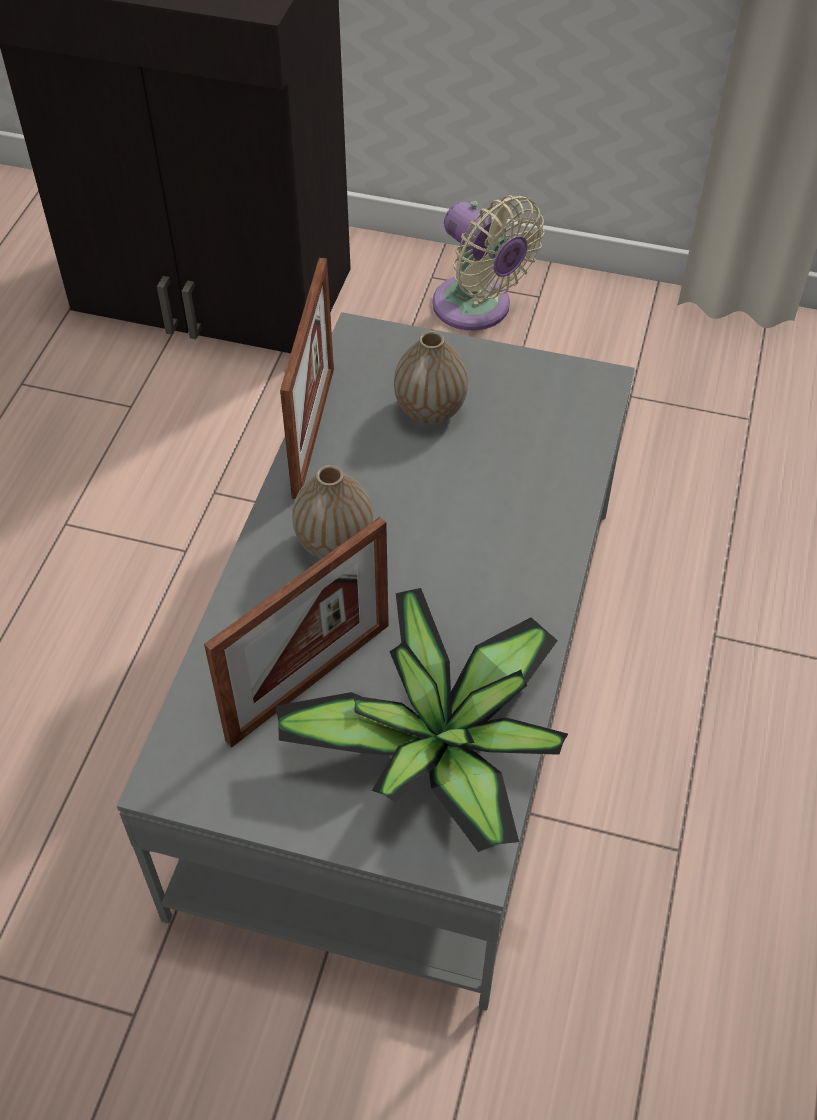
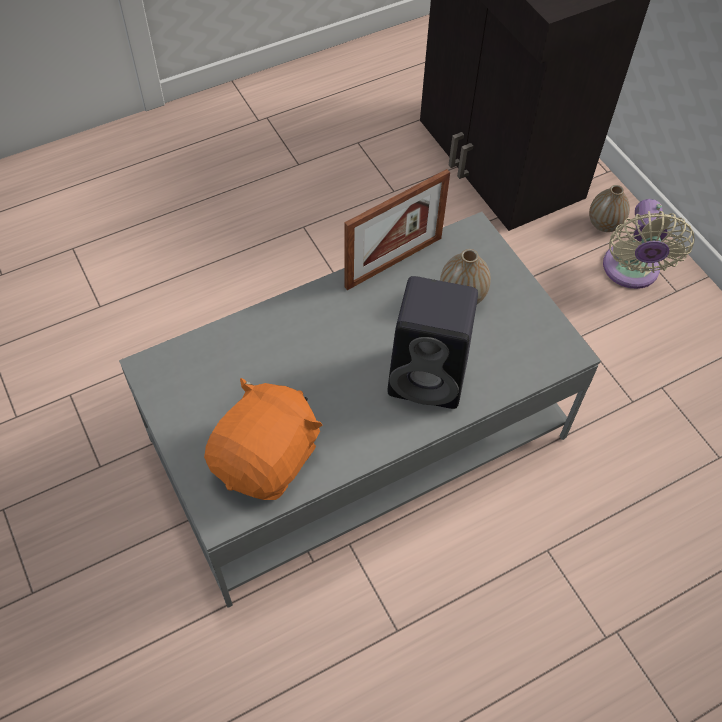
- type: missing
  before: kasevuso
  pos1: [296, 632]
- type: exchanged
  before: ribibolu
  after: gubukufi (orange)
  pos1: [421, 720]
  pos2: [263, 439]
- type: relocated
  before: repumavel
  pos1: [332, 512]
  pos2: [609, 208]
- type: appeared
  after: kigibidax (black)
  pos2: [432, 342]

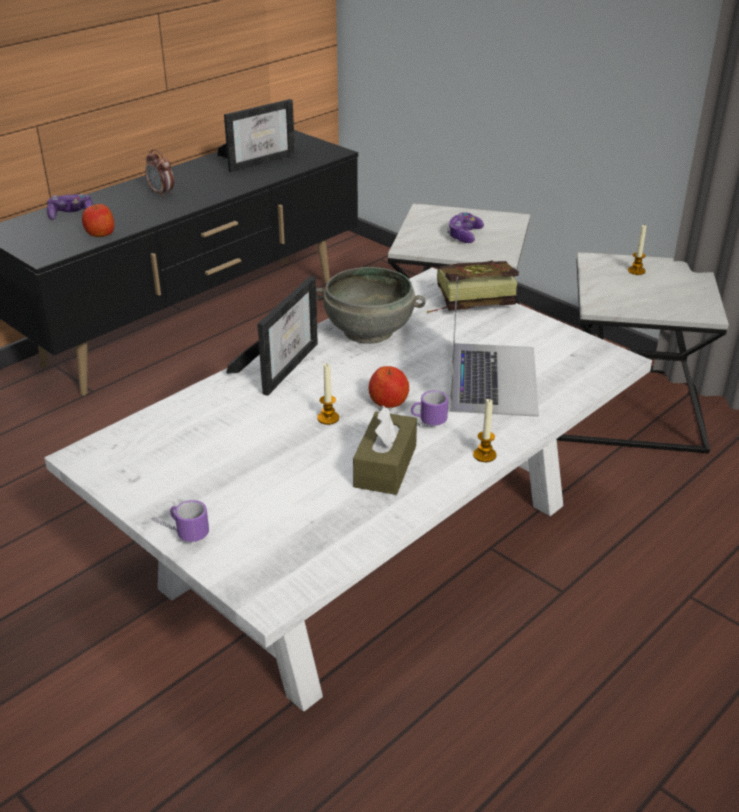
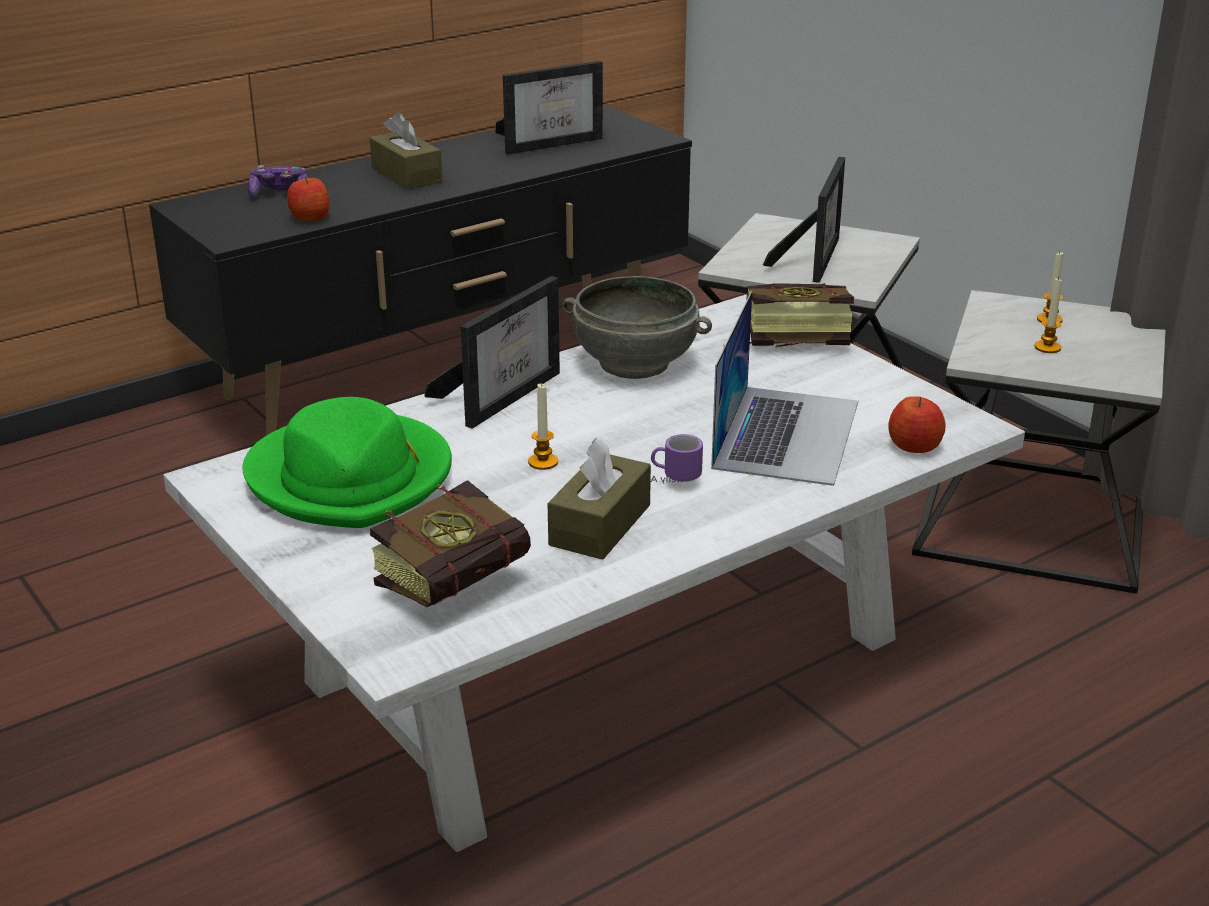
- type: exchanged
  before: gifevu
  after: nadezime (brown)
  pos1: [159, 173]
  pos2: [406, 151]
- type: missing
  before: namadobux
  pos1: [180, 521]
- type: relocated
  before: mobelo
  pos1: [388, 387]
  pos2: [916, 424]
- type: exchanged
  before: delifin
  after: kasevuso
  pos1: [465, 227]
  pos2: [804, 220]
- type: relocated
  before: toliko
  pos1: [484, 430]
  pos2: [1048, 315]
- type: appeared
  after: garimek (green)
  pos2: [347, 462]
- type: appeared
  after: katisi
  pos2: [450, 543]

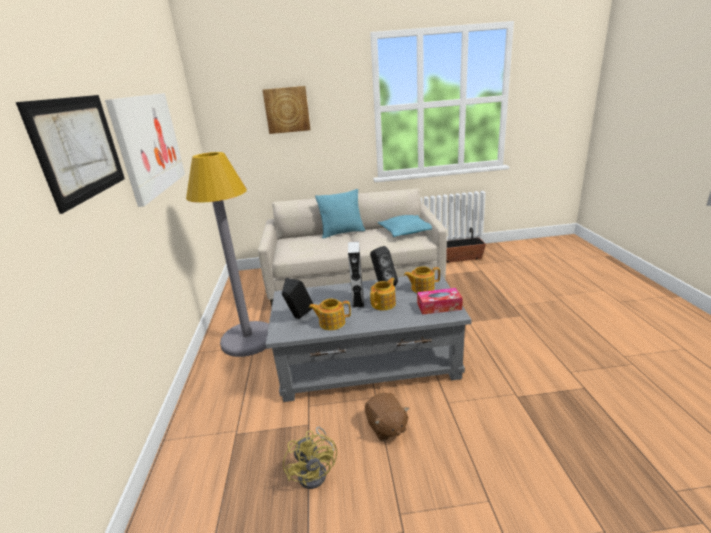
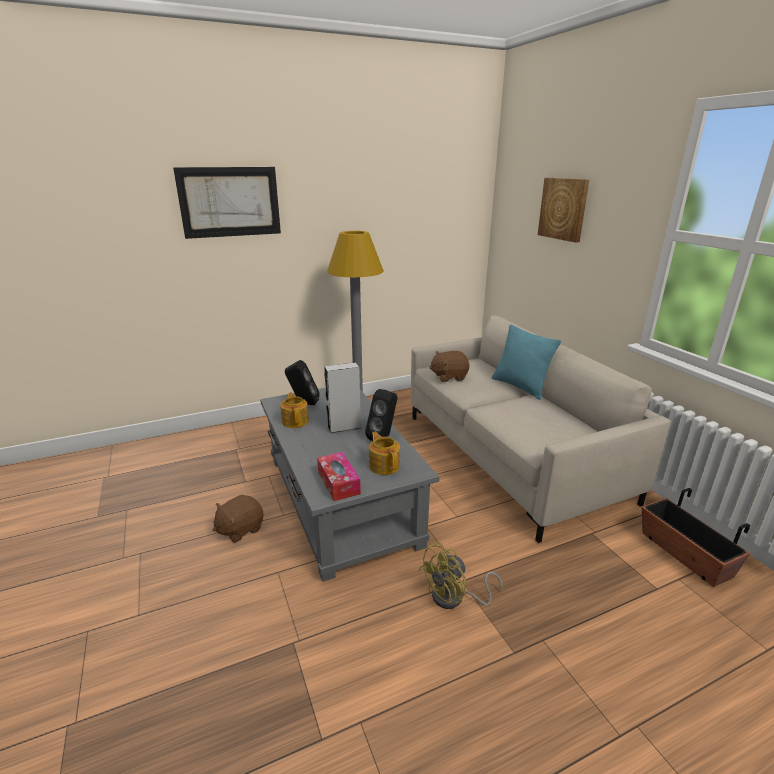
- type: missing
  before: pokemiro
  pos1: [145, 150]
- type: relocated
  before: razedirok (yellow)
  pos1: [310, 458]
  pos2: [461, 575]
- type: missing
  before: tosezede
  pos1: [383, 294]
- type: missing
  before: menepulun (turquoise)
  pos1: [405, 226]
- type: appeared
  after: gubukufi (brown)
  pos2: [449, 366]

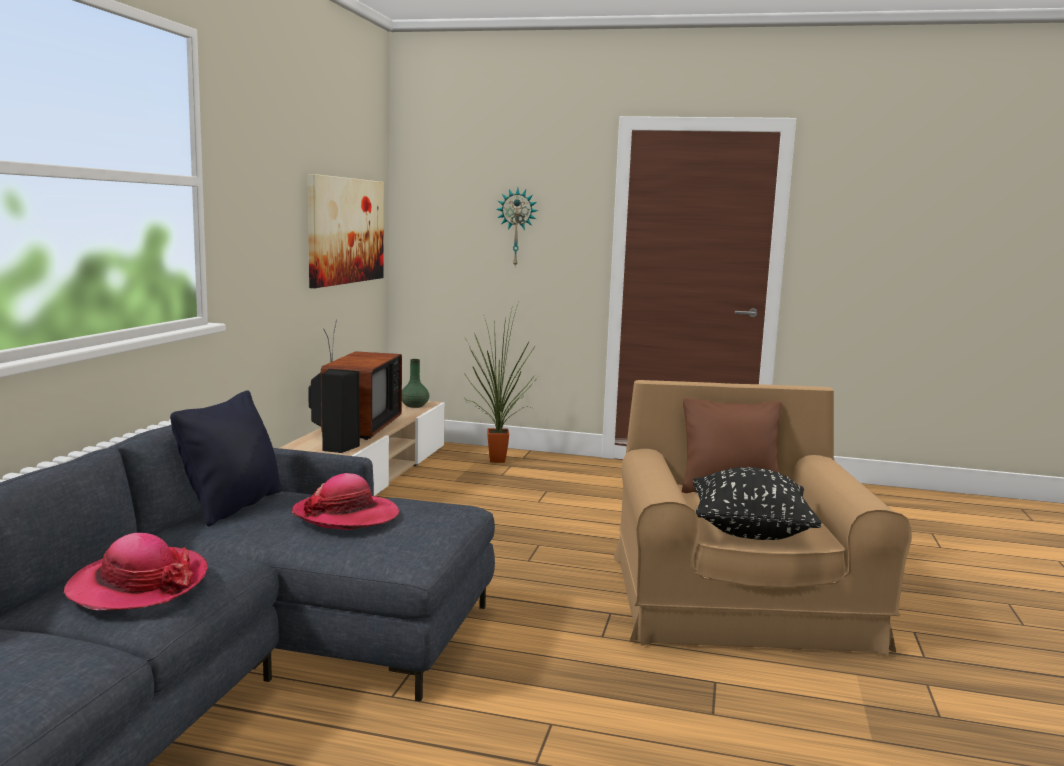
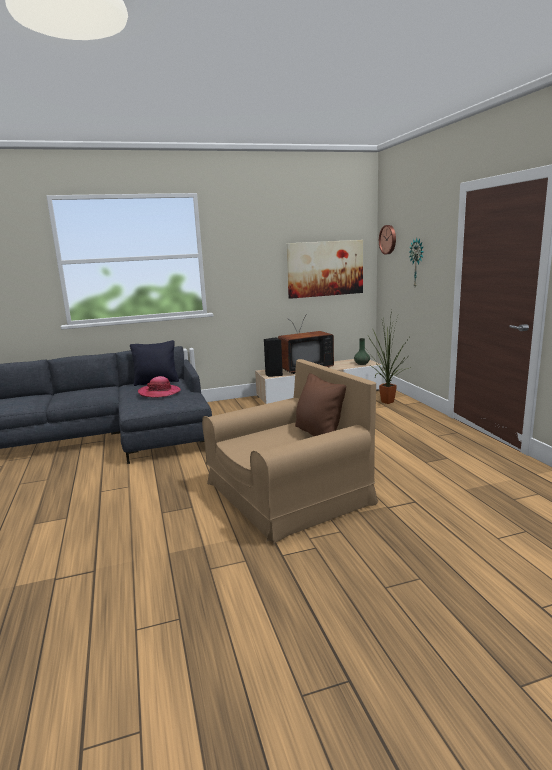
- type: missing
  before: garimek
  pos1: [136, 571]
- type: missing
  before: menepulun (black)
  pos1: [757, 503]
- type: appeared
  after: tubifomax
  pos2: [387, 239]

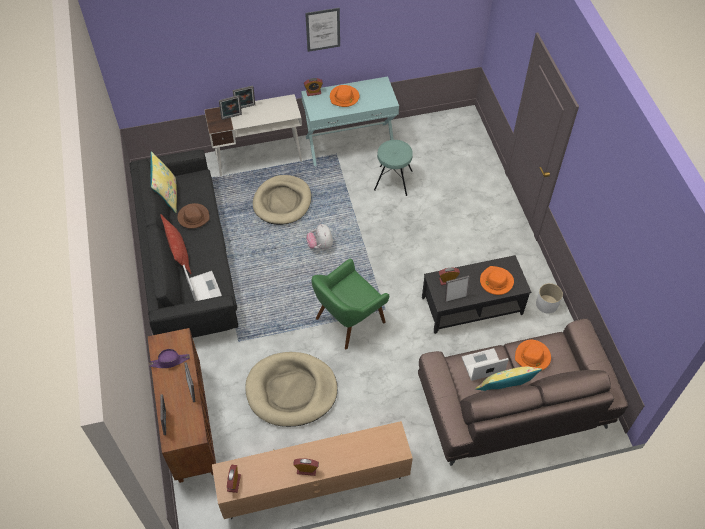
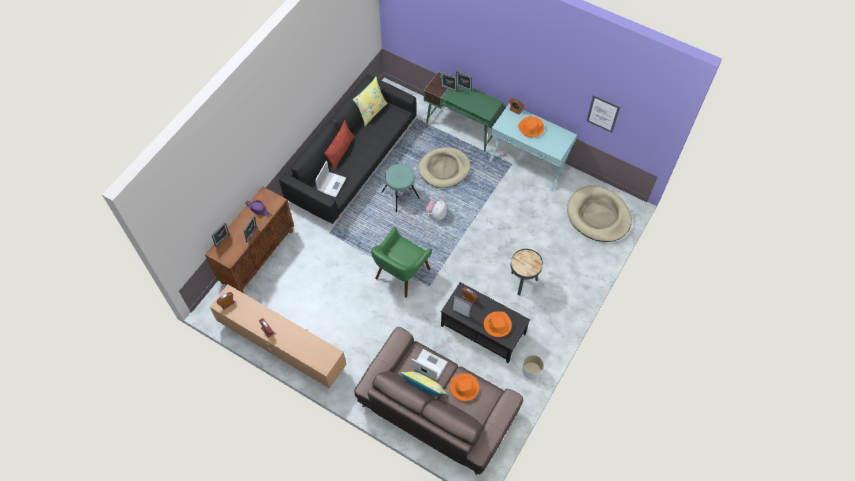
- type: missing
  before: garimek (brown)
  pos1: [193, 216]
- type: colour
  before: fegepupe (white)
  after: fegepupe (green)
  pos1: [253, 135]
  pos2: [464, 112]
- type: relocated
  before: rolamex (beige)
  pos1: [291, 389]
  pos2: [599, 214]
- type: relocated
  before: pokemiro
  pos1: [322, 30]
  pos2: [603, 114]
- type: spun
  before: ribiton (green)
  pos1: [350, 304]
  pos2: [401, 262]
  turn: -60
- type: relocated
  before: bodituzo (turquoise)
  pos1: [393, 168]
  pos2: [400, 188]
- type: appeared
  after: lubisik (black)
  pos2: [527, 272]

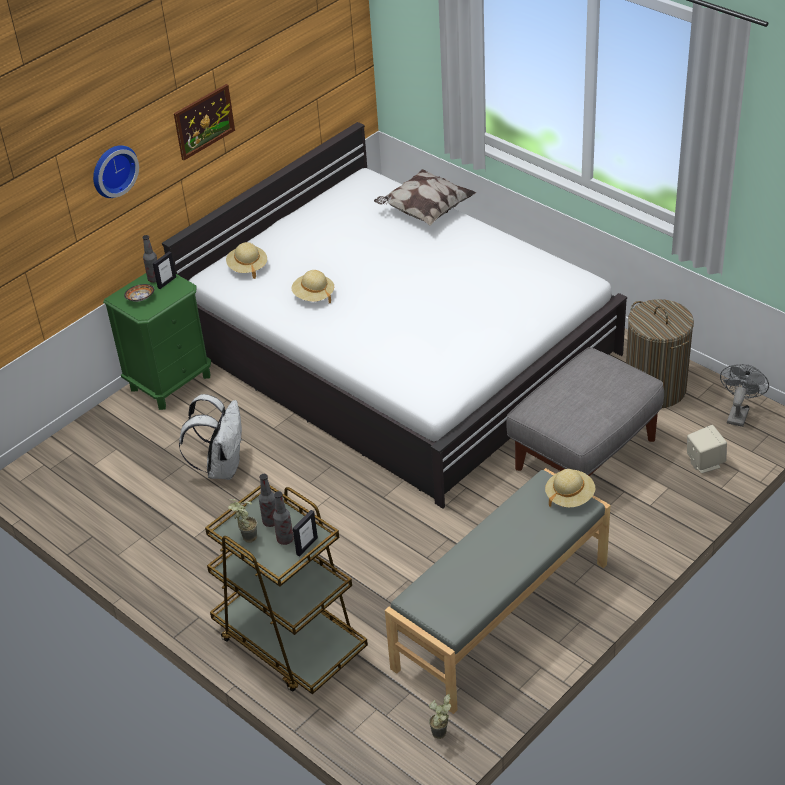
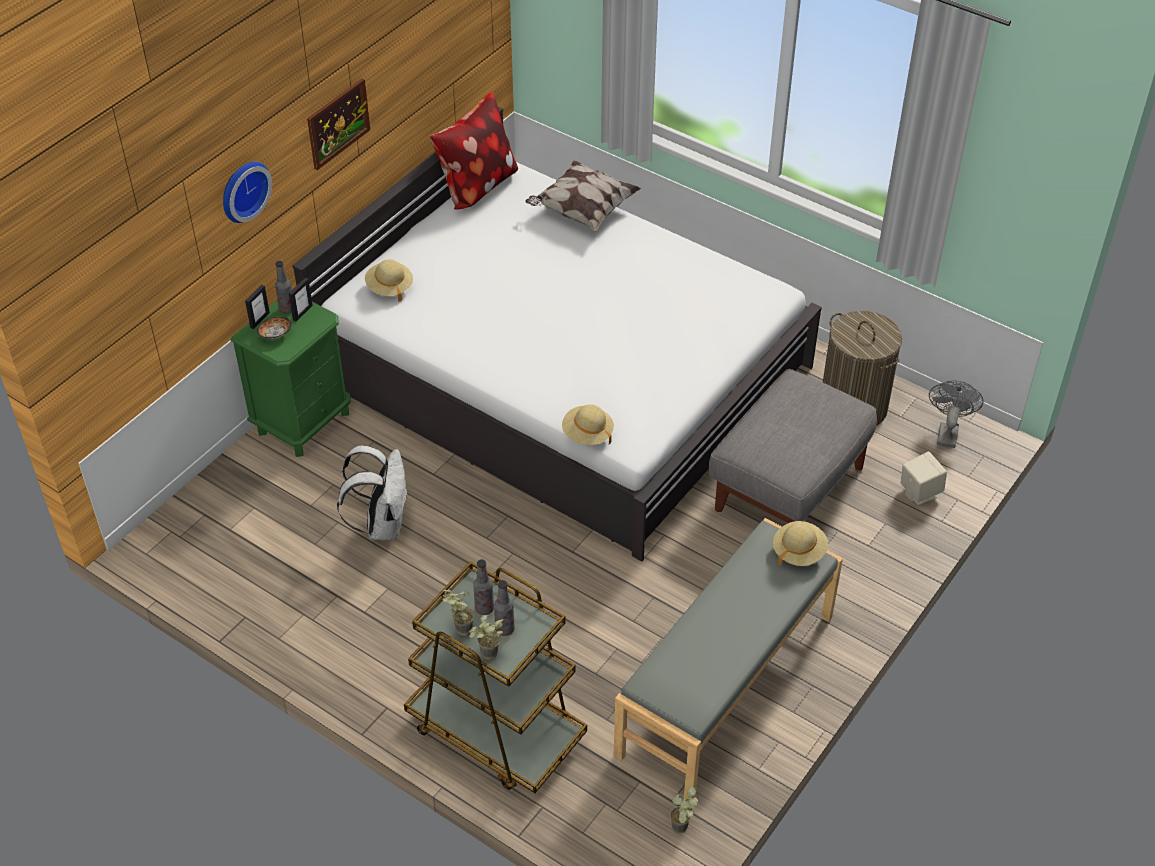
- type: relocated
  before: garimek (beige)
  pos1: [313, 286]
  pos2: [588, 424]
- type: relocated
  before: kasevuso
  pos1: [305, 533]
  pos2: [257, 307]
- type: appeared
  after: menepulun
  pos2: [474, 150]
- type: appeared
  after: ribibolu
  pos2: [487, 637]

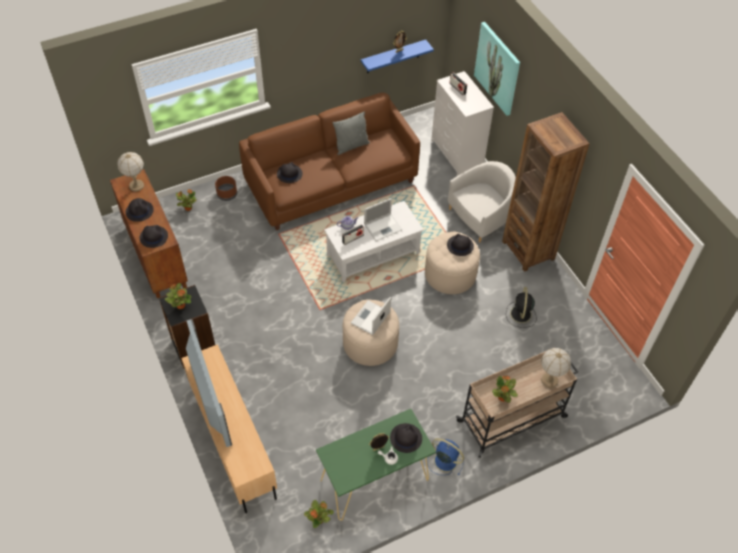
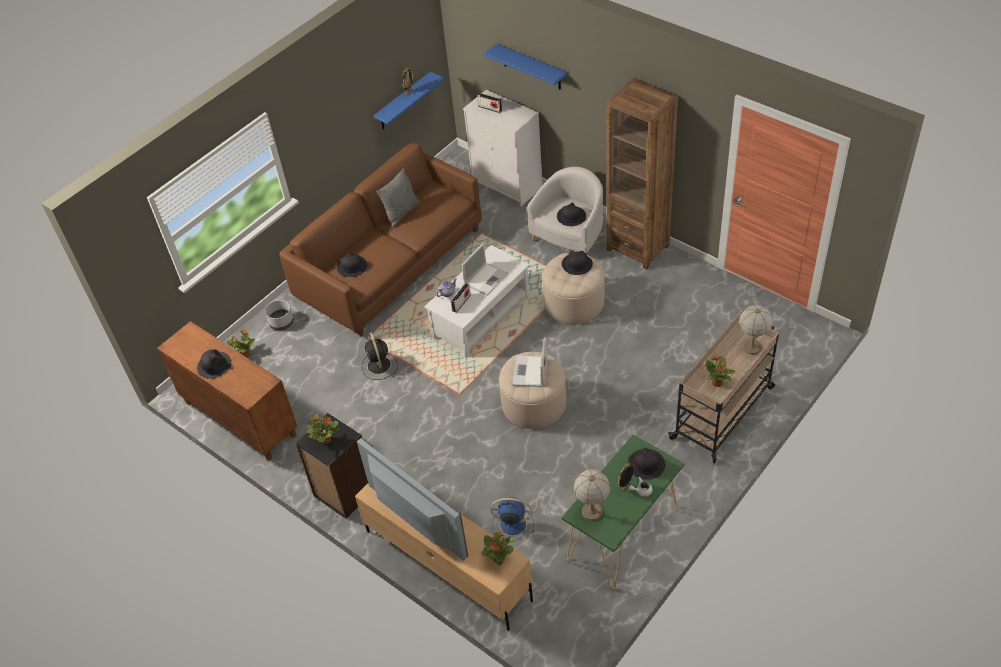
- type: relocated
  before: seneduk
  pos1: [130, 171]
  pos2: [592, 495]
- type: relocated
  before: garimek (black)
  pos1: [153, 236]
  pos2: [571, 214]
- type: colour
  before: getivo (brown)
  after: getivo (grey)
  pos1: [226, 188]
  pos2: [279, 315]
- type: relocated
  before: ribibolu
  pos1: [319, 514]
  pos2: [498, 548]
- type: relocated
  before: razedirok (blue)
  pos1: [445, 457]
  pos2: [512, 519]
- type: exchanged
  before: pokemiro
  after: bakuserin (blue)
  pos1: [497, 69]
  pos2: [525, 66]
- type: relocated
  before: razedirok (black)
  pos1: [521, 307]
  pos2: [380, 356]

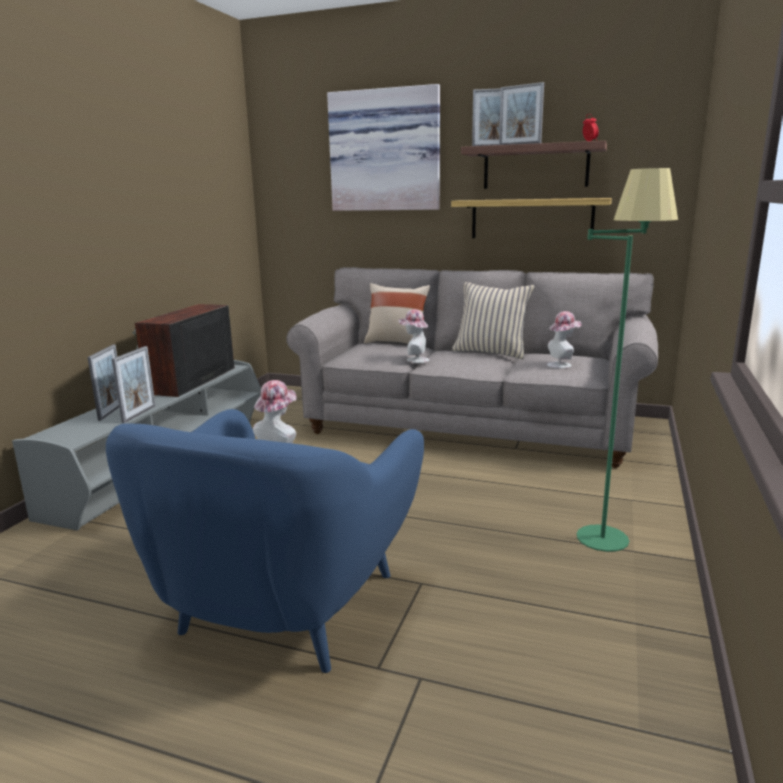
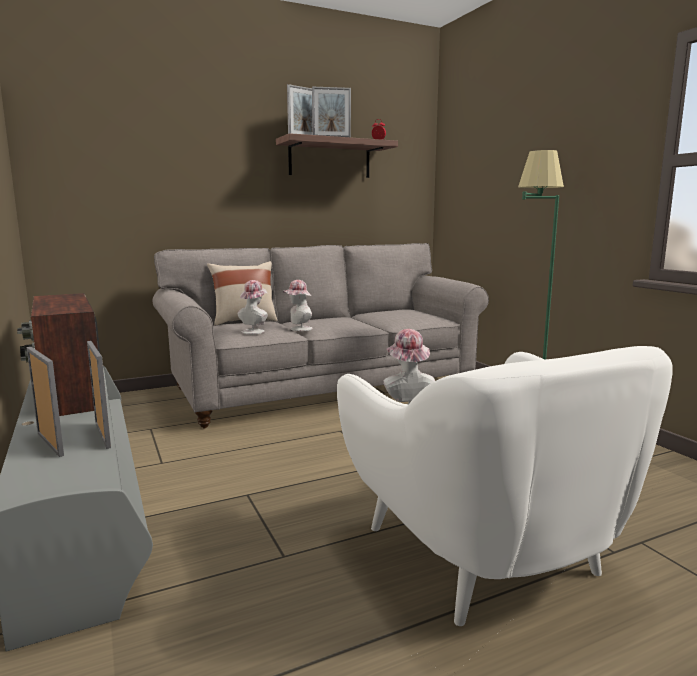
- type: colour
  before: ribiton (blue)
  after: ribiton (white)
  pos1: [265, 541]
  pos2: [504, 486]
- type: missing
  before: pokemiro
  pos1: [383, 147]
- type: missing
  before: bakuserin
  pos1: [531, 218]
- type: missing
  before: menepulun (beige)
  pos1: [493, 320]
- type: relocated
  before: garimek
  pos1: [564, 340]
  pos2: [253, 307]

